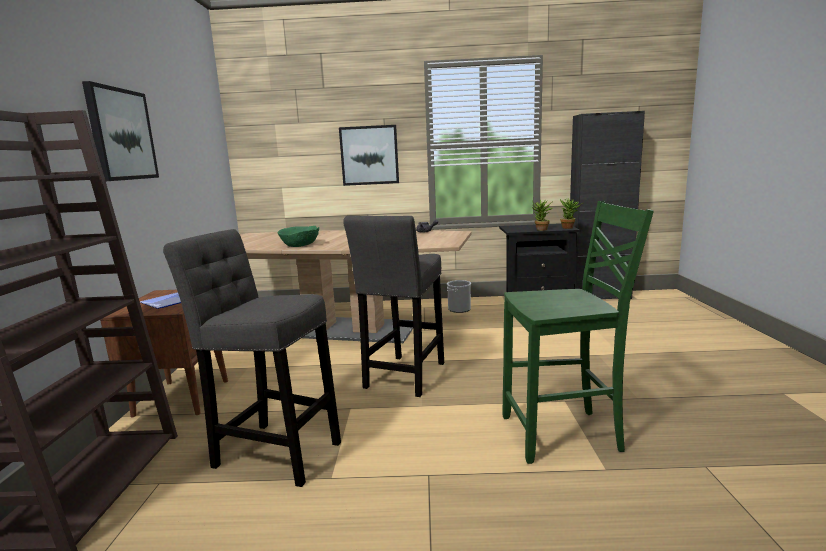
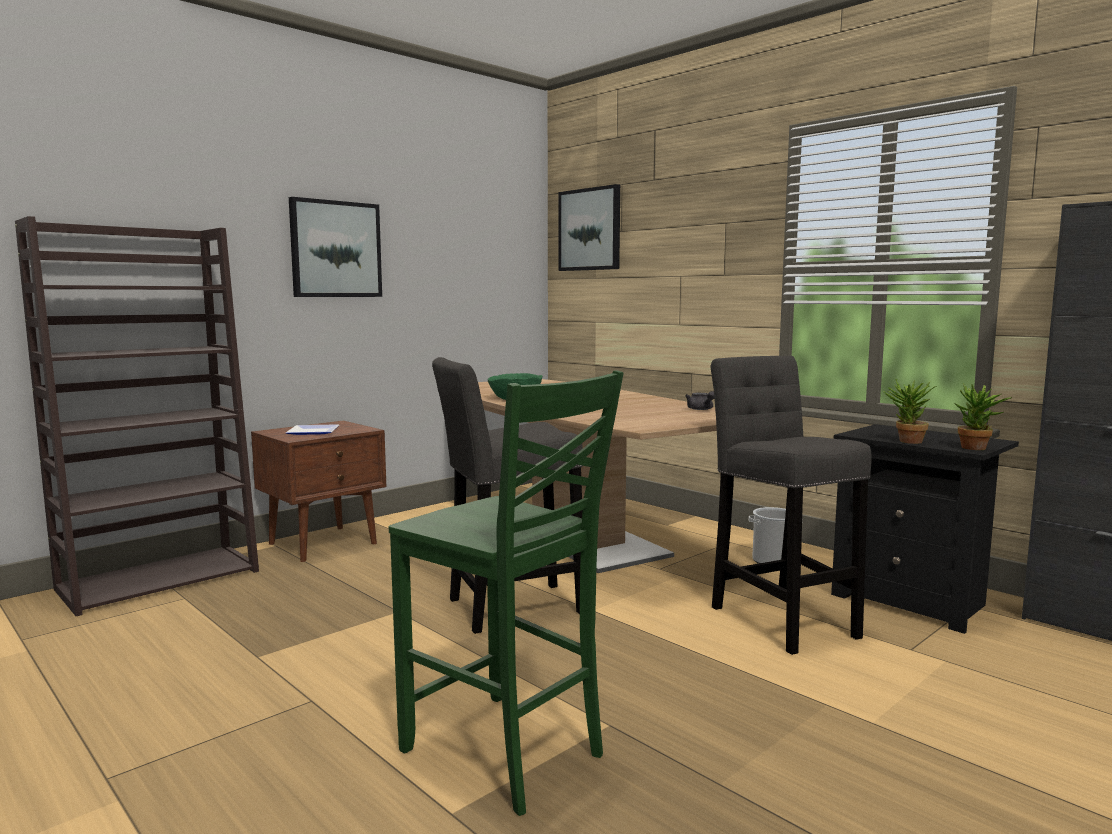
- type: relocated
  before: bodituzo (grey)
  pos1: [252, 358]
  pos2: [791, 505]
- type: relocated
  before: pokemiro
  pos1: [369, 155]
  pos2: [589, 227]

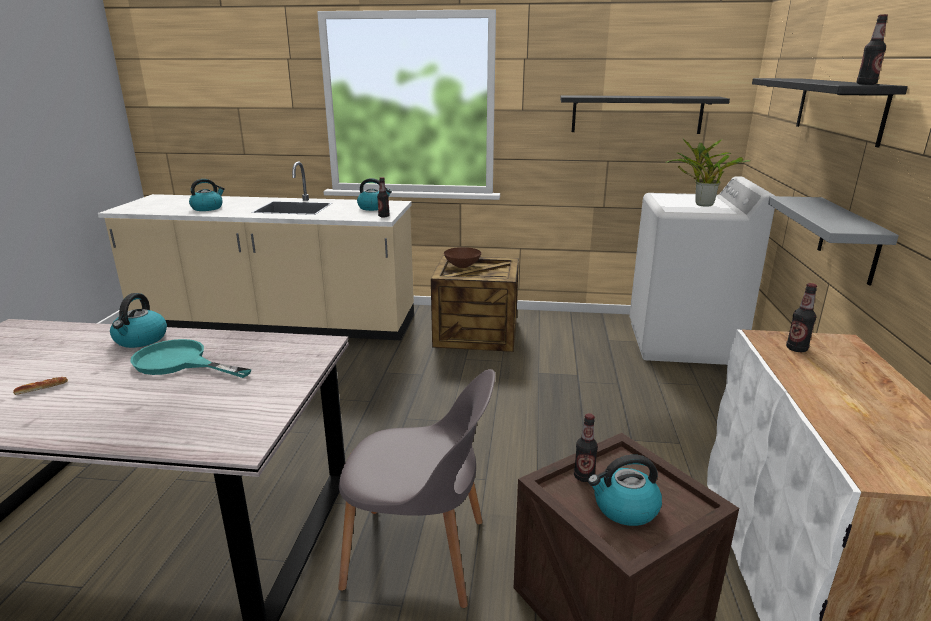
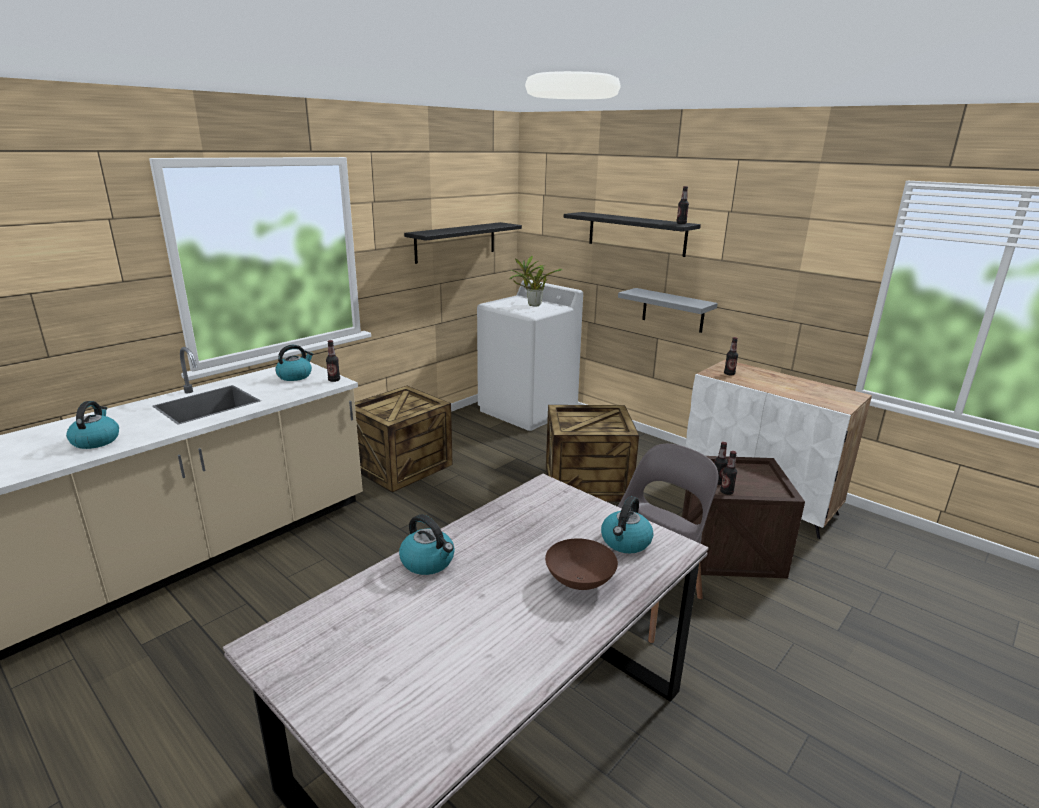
- type: missing
  before: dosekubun
  pos1: [40, 386]
- type: missing
  before: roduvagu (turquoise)
  pos1: [191, 358]
- type: relocated
  before: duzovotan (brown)
  pos1: [462, 257]
  pos2: [581, 564]
- type: relocated
  before: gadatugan
  pos1: [625, 490]
  pos2: [627, 524]
- type: appeared
  after: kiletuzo
  pos2: [592, 453]
- type: appeared
  after: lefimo
  pos2: [728, 473]

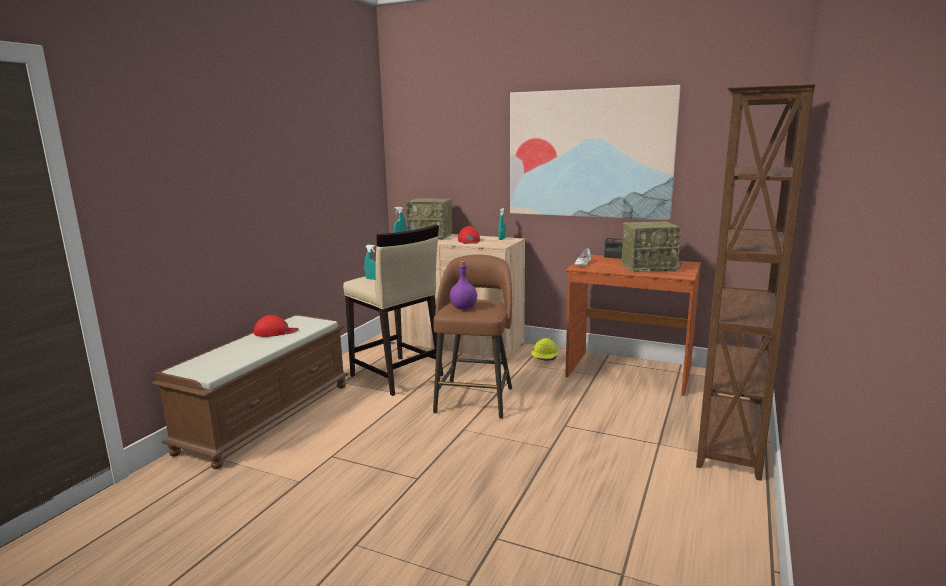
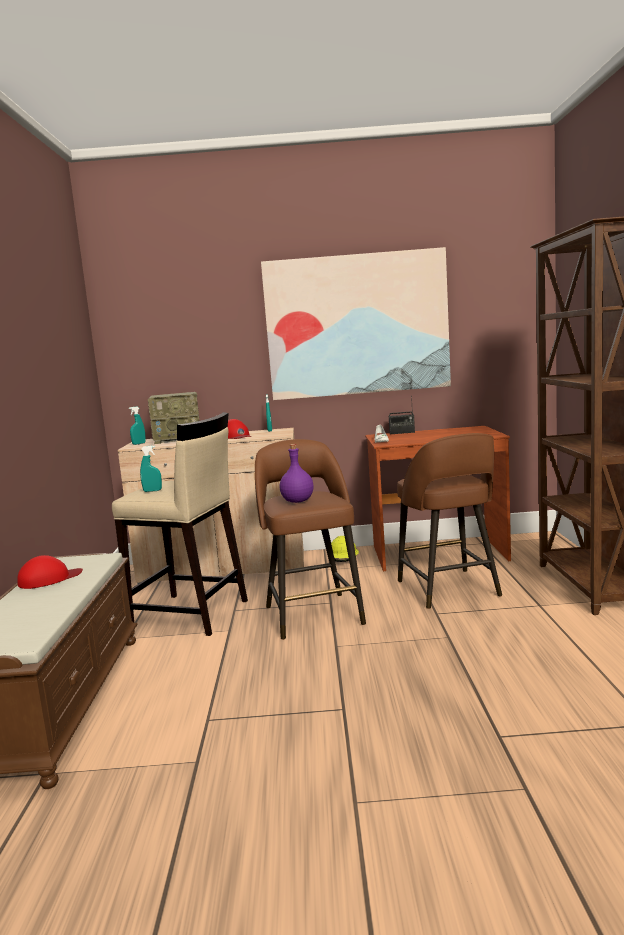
- type: missing
  before: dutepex
  pos1: [651, 246]
- type: appeared
  after: bodituzo (brown)
  pos2: [449, 521]

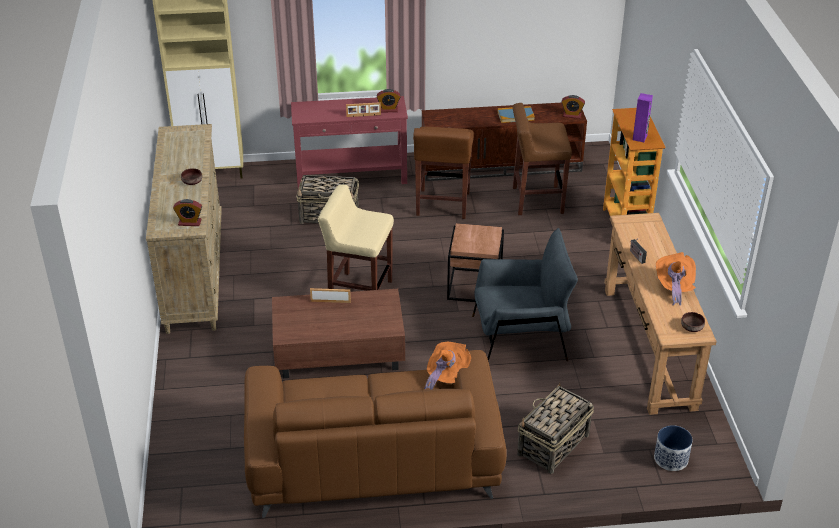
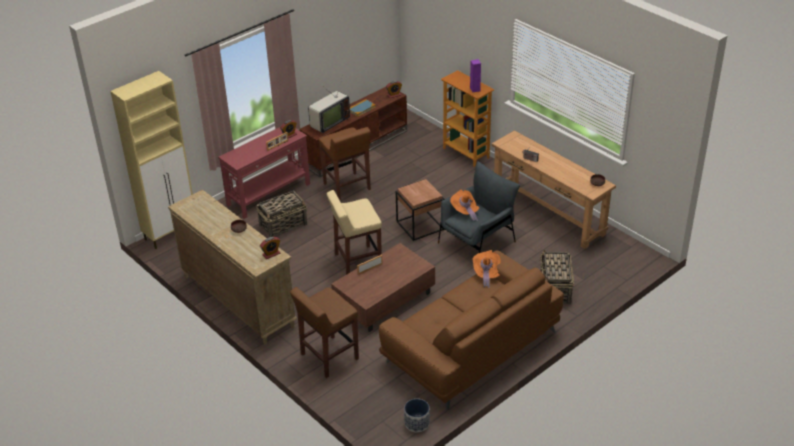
- type: relocated
  before: bodituzo (brown)
  pos1: [542, 159]
  pos2: [324, 332]
- type: relocated
  before: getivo
  pos1: [673, 448]
  pos2: [417, 415]
- type: relocated
  before: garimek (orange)
  pos1: [676, 279]
  pos2: [464, 206]
- type: appeared
  after: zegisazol
  pos2: [329, 105]

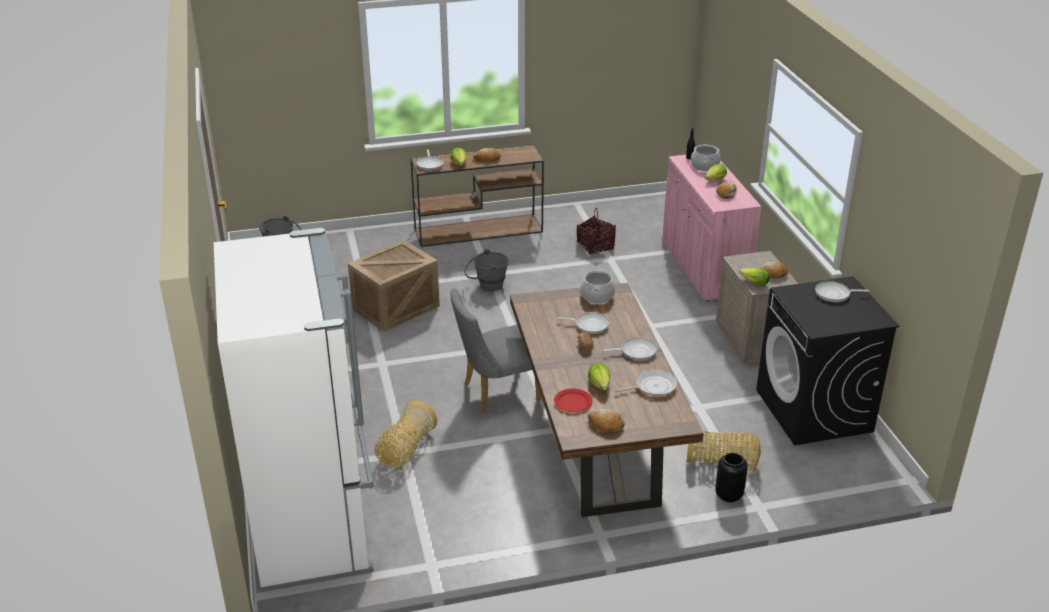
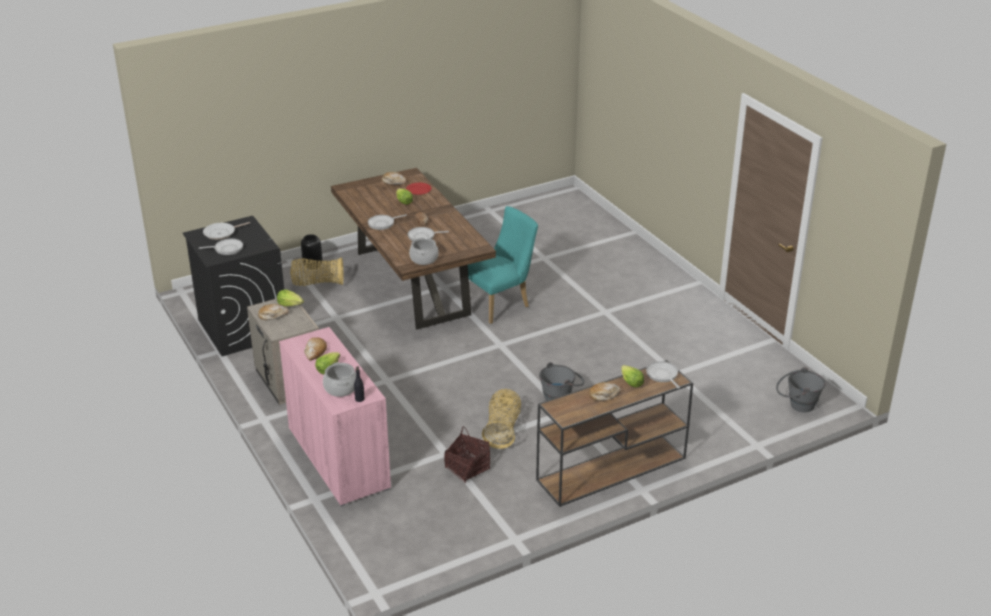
- type: missing
  before: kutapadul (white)
  pos1: [294, 409]
- type: missing
  before: kiletuzo
  pos1: [394, 286]
- type: relocated
  before: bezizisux
  pos1: [406, 434]
  pos2: [501, 419]
- type: colour
  before: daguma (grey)
  after: daguma (turquoise)
  pos1: [495, 350]
  pos2: [503, 265]
- type: relocated
  before: roduvagu
  pos1: [646, 382]
  pos2: [226, 231]

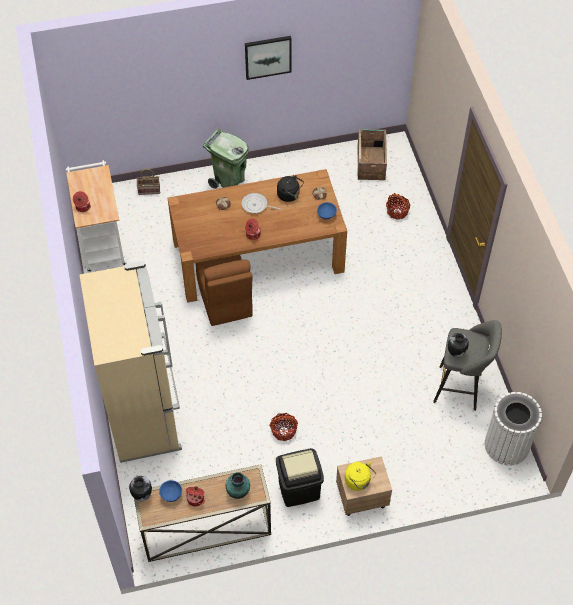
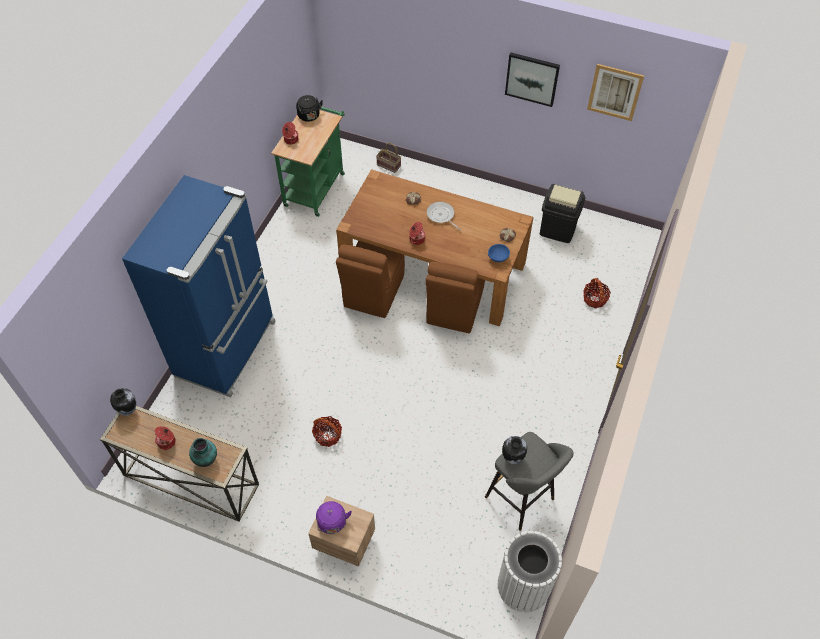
- type: colour
  before: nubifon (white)
  after: nubifon (green)
  pos1: [96, 216]
  pos2: [308, 162]
- type: colour
  before: kutapadul (beige)
  after: kutapadul (blue)
  pos1: [131, 362]
  pos2: [199, 286]
- type: missing
  before: duzovotan (blue)
  pos1: [170, 491]
- type: missing
  before: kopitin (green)
  pos1: [226, 159]
- type: relocated
  before: kopitin (black)
  pos1: [300, 477]
  pos2: [563, 213]
- type: relocated
  before: gadatugan (black)
  pos1: [290, 188]
  pos2: [309, 108]
- type: colour
  before: gadatugan (yellow)
  after: gadatugan (purple)
  pos1: [360, 476]
  pos2: [334, 517]
- type: missing
  before: kiletuzo
  pos1: [372, 154]
- type: appeared
  after: daguma (brown)
  pos2: [455, 297]
- type: appeared
  after: pokemiro
  pos2: [615, 92]

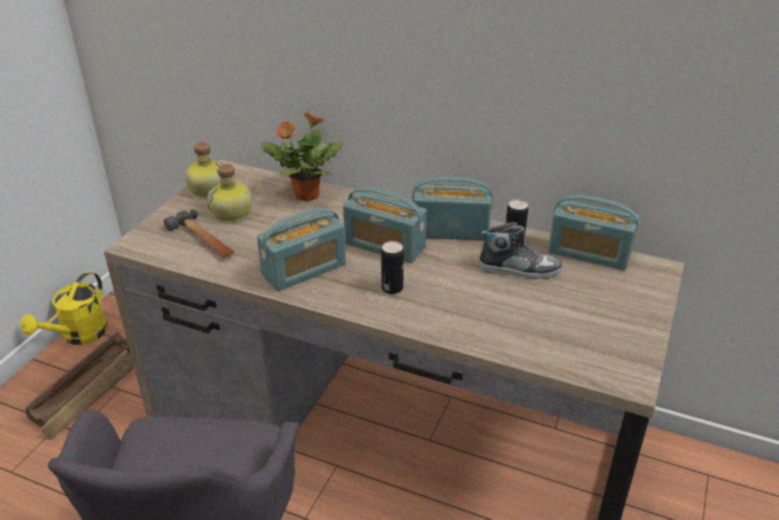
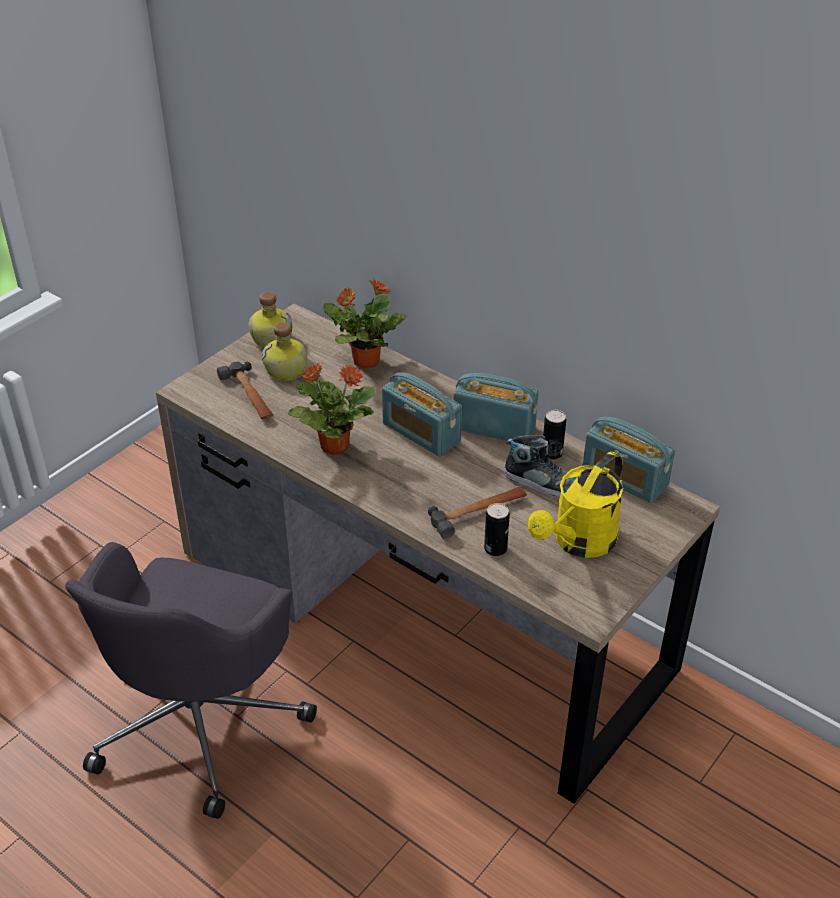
- type: relocated
  before: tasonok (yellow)
  pos1: [64, 308]
  pos2: [575, 505]
- type: missing
  before: kiletuzo
  pos1: [79, 386]
- type: exchanged
  before: dutepex
  after: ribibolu
  pos1: [301, 249]
  pos2: [332, 409]
- type: relocated
  before: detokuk
  pos1: [392, 267]
  pos2: [497, 529]
- type: appeared
  after: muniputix
  pos2: [477, 513]

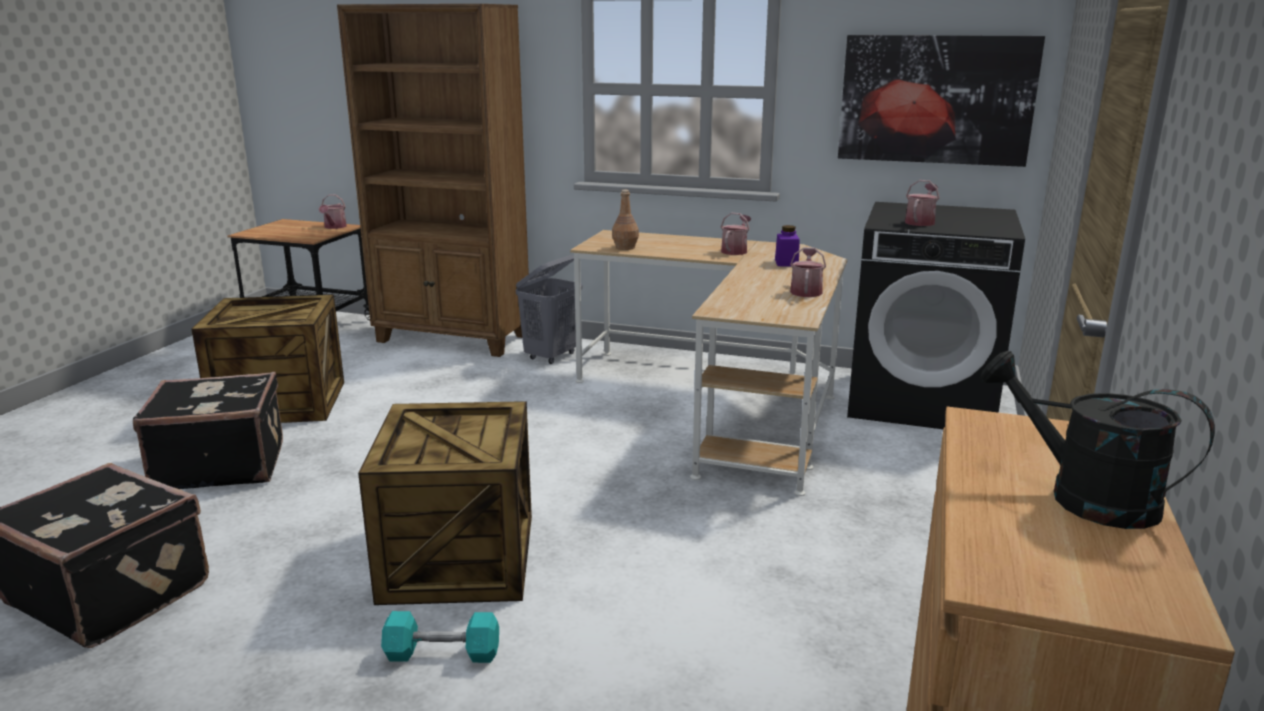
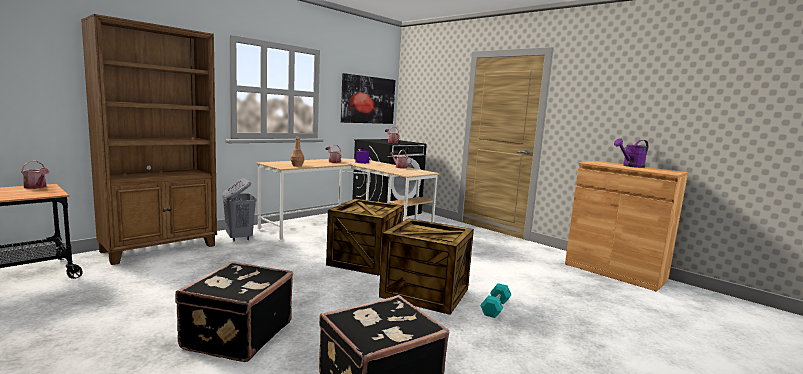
- type: relocated
  before: kiletuzo
  pos1: [268, 359]
  pos2: [365, 237]
- type: colour
  before: tasonok (black)
  after: tasonok (purple)
  pos1: [1098, 440]
  pos2: [631, 153]

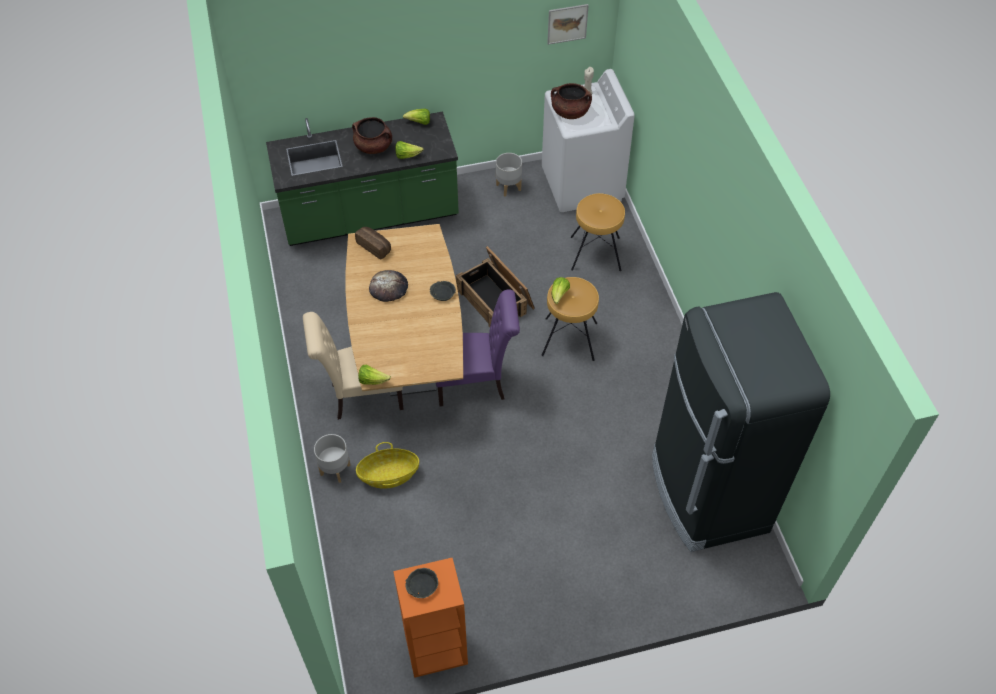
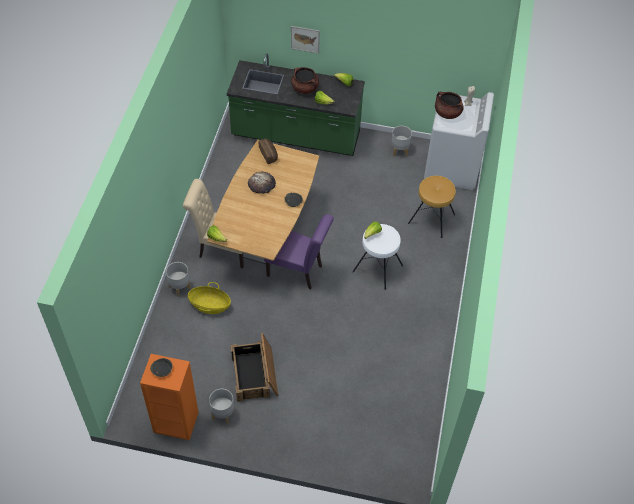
- type: relocated
  before: kiletuzo
  pos1: [495, 286]
  pos2: [254, 367]
- type: colour
  before: bodituzo (brown)
  after: bodituzo (white)
  pos1: [570, 319]
  pos2: [377, 257]
- type: relocated
  before: pokemiro
  pos1: [568, 24]
  pos2: [305, 39]
- type: missing
  before: kutapadul (black)
  pos1: [741, 422]
- type: appeared
  after: getivo (grey)
  pos2: [221, 406]

